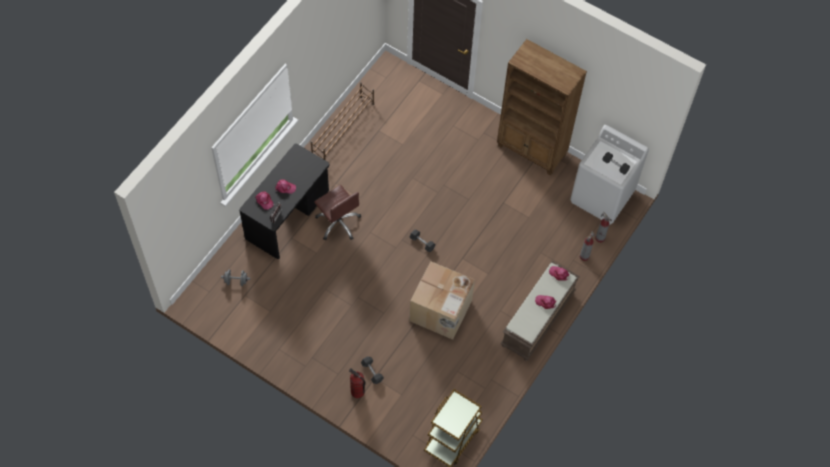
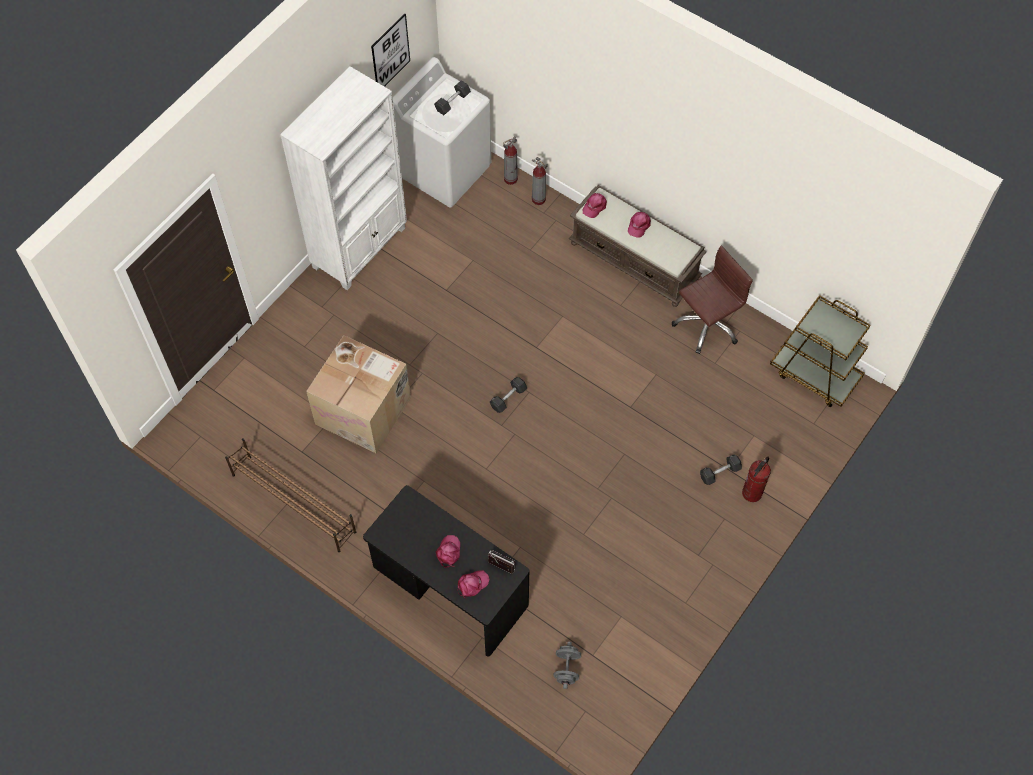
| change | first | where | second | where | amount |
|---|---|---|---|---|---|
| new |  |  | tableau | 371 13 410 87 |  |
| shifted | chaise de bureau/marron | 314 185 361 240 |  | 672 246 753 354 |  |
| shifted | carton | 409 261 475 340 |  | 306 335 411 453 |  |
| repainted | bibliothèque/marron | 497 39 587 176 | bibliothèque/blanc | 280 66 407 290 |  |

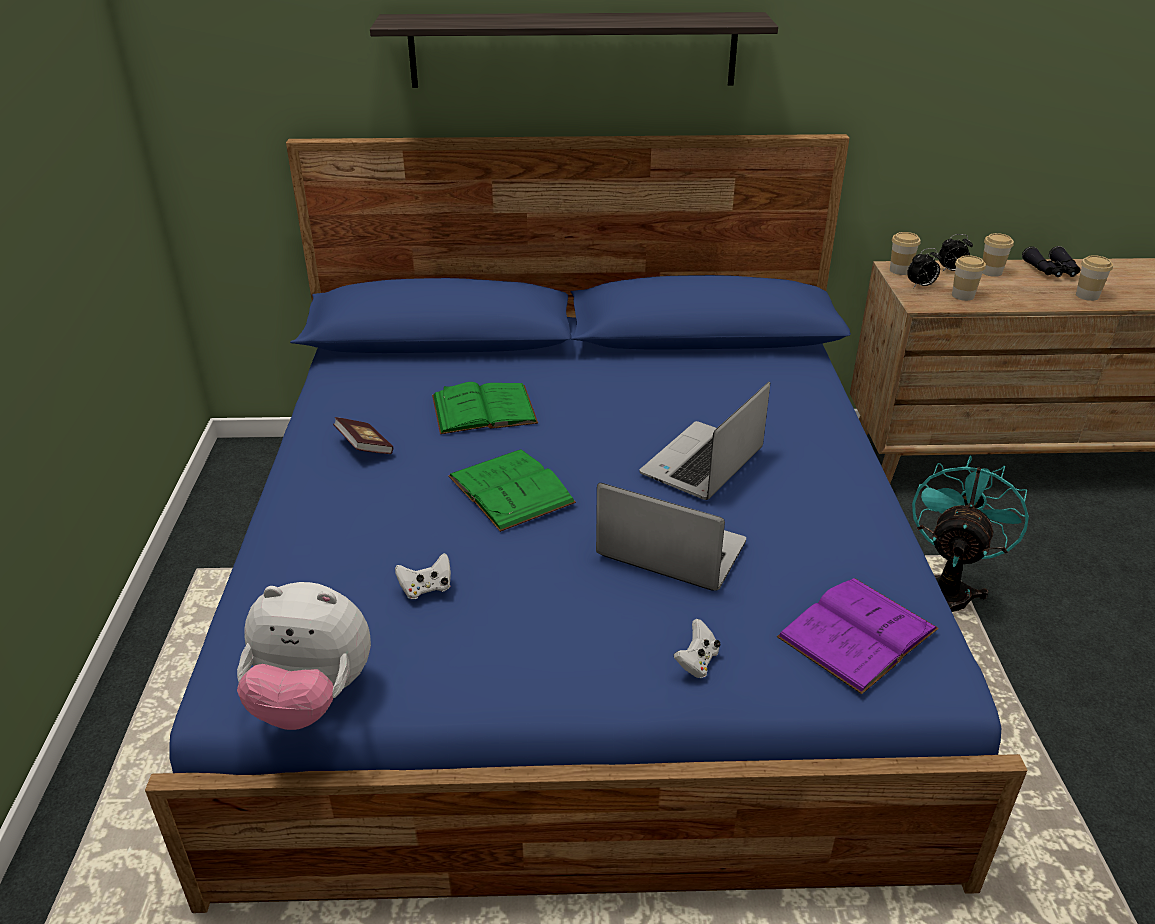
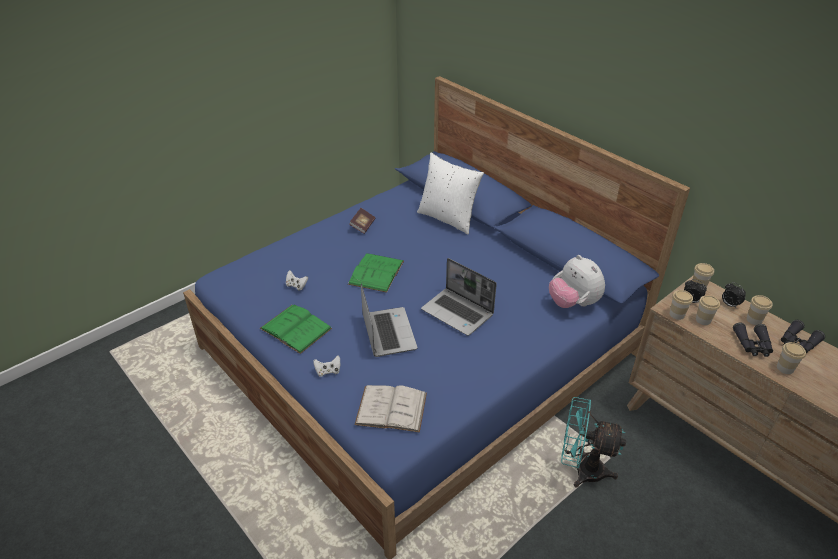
| change | first | where | second | where | amount |
|---|---|---|---|---|---|
| gone | étagère | 370 12 778 88 |  |  |  |
| new |  |  | coussin/blanc | 417 153 484 234 |  |
| new |  |  | tasse | 669 290 693 320 |  |
| new |  |  | jumelles/noir | 733 323 773 357 |  |
| shifted | peluche | 237 582 371 730 |  | 549 255 605 308 |  |
| shifted | livre/vert | 432 382 538 434 |  | 260 305 332 354 |  |
| repainted | livre/violet | 777 578 939 694 | livre/blanc | 354 385 427 433 |  |
| rotated | ordinateur portable | 640 382 770 500 |  | 421 258 497 336 | 135 degrees counterclockwise |
| rotated | ventilateur/turquoise | 912 456 1029 612 |  | 561 397 626 488 | 150 degrees counterclockwise |

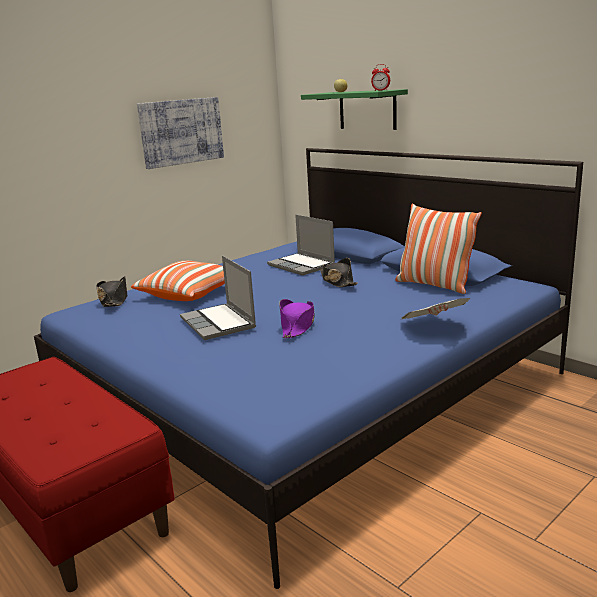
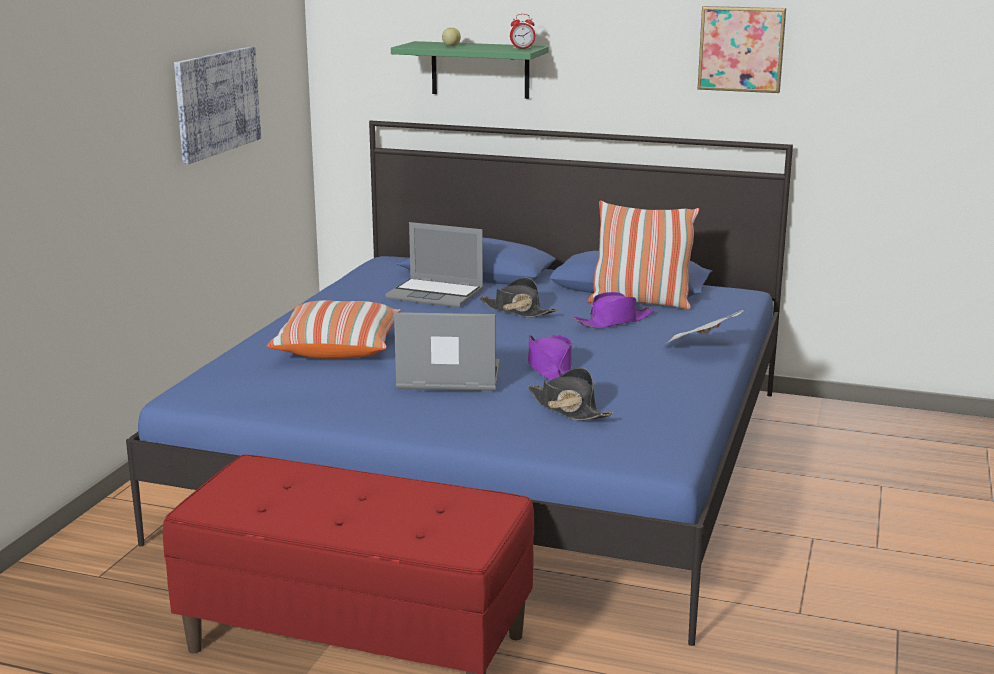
| change | first | where | second | where | amount |
|---|---|---|---|---|---|
| new |  |  | chapeau/violet | 574 292 654 328 |  |
| new |  |  | tableau | 698 6 786 93 |  |
| shifted | chapeau/noir | 96 276 127 307 |  | 528 368 613 421 |  |
| rotated | ordinateur portable | 180 255 256 340 |  | 394 312 500 391 | 150 degrees clockwise |

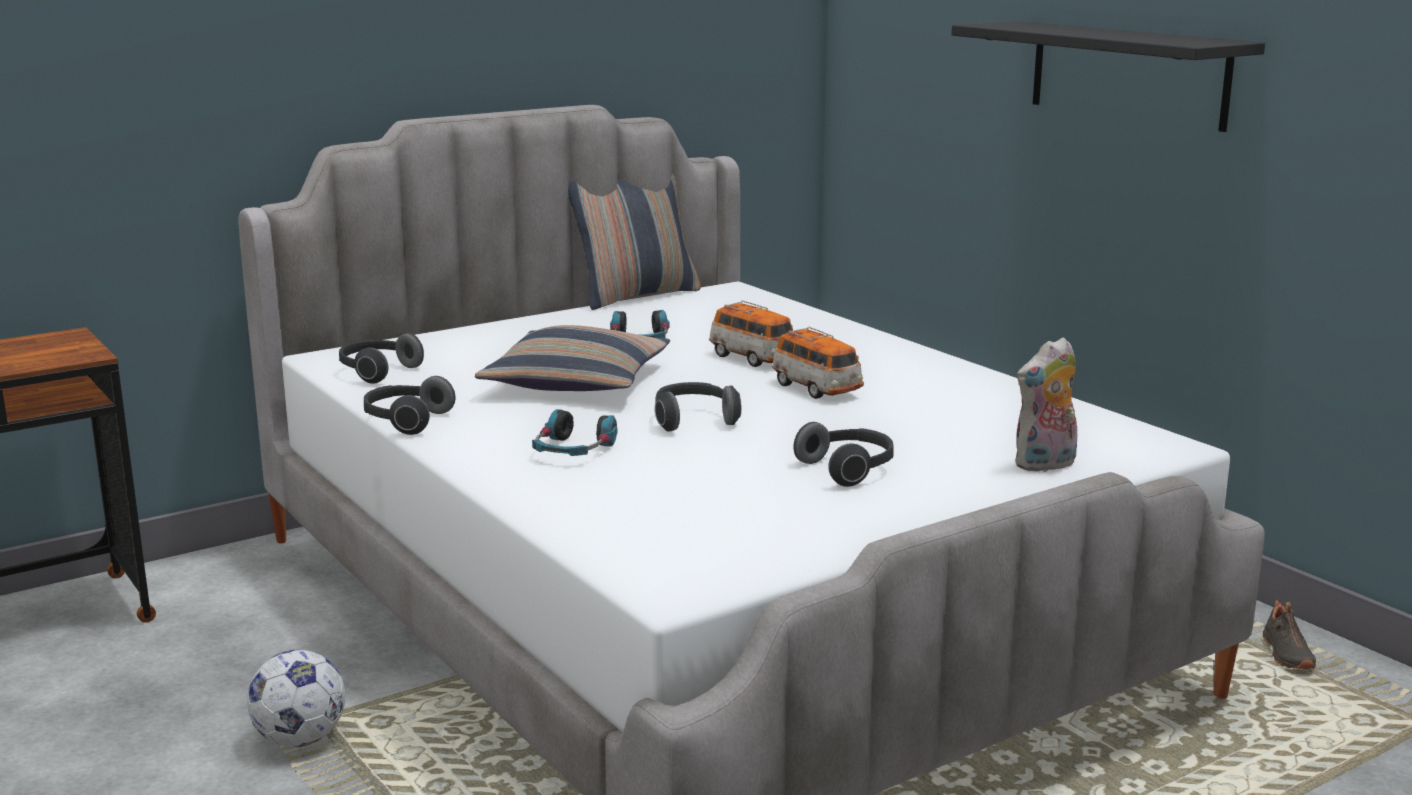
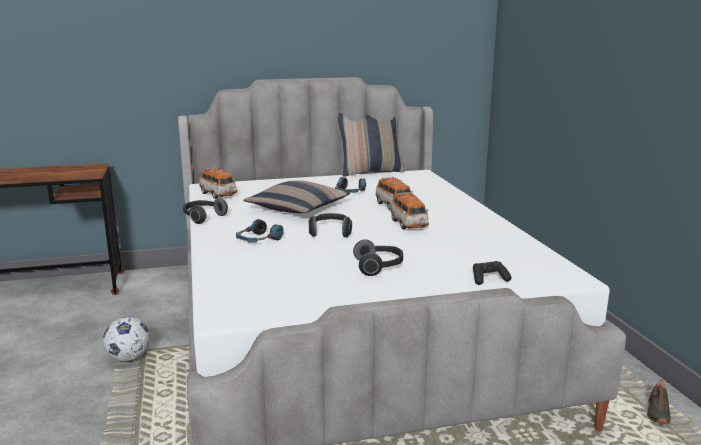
| change | first | where | second | where | amount |
|---|---|---|---|---|---|
| gone | étagère/noir | 951 21 1265 132 |  |  |  |
| swapped | casque audio | 339 333 424 384 | petite voiture | 199 167 237 199 |  |
| swapped | peluche | 1015 337 1077 472 | manette/noir | 473 261 512 285 |  |

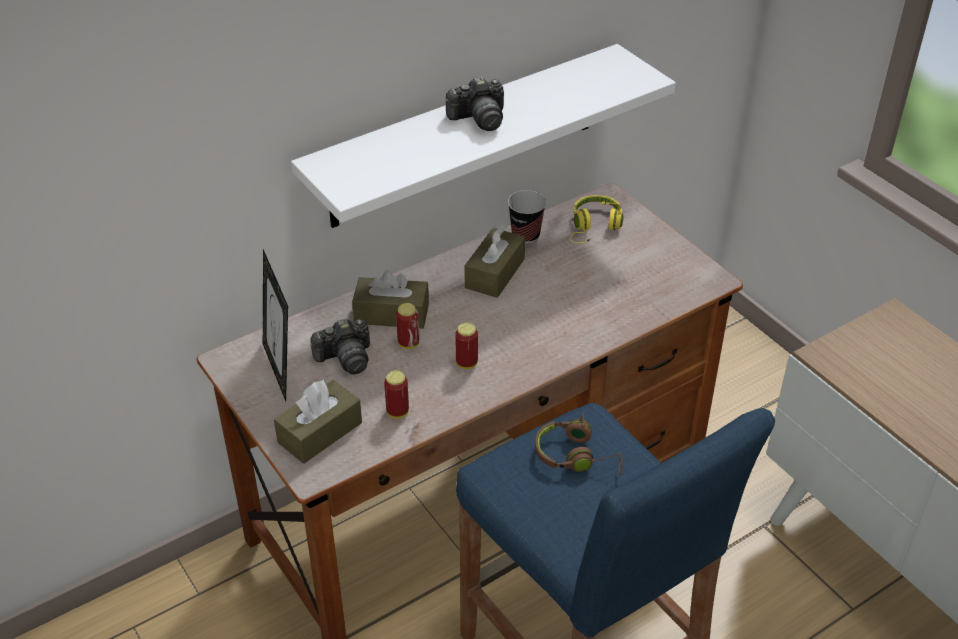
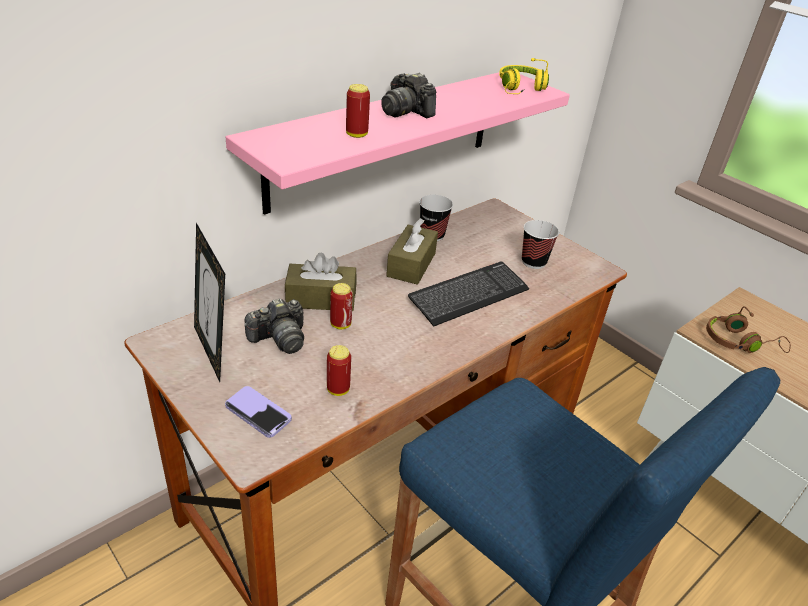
| change | first | where | second | where | amount |
|---|---|---|---|---|---|
| new |  |  | clavier | 408 262 529 327 |  |
| new |  |  | tasse | 522 220 559 269 |  |
| shifted | boîte métallique | 455 323 478 369 |  | 346 84 370 138 |  |
| shifted | casque audio/marron | 535 412 622 475 |  | 706 306 791 353 |  |
| shifted | casque audio/jaune | 570 195 623 243 |  | 499 58 549 94 |  |
| swapped | boîte à mouchoirs/marron | 274 379 362 464 | téléphone | 225 386 292 438 |  |
| repainted | étagère/blanc | 291 44 676 228 | étagère/rose | 226 72 570 215 |  |
| rotated | appareil photo | 445 77 504 131 |  | 381 72 436 118 | 75 degrees clockwise |

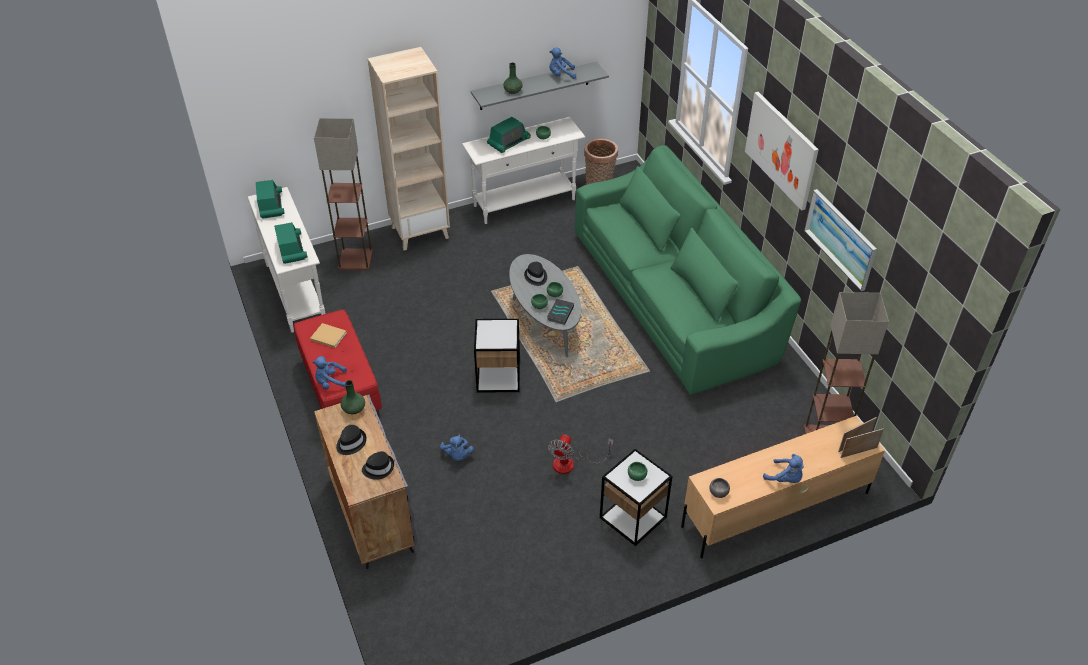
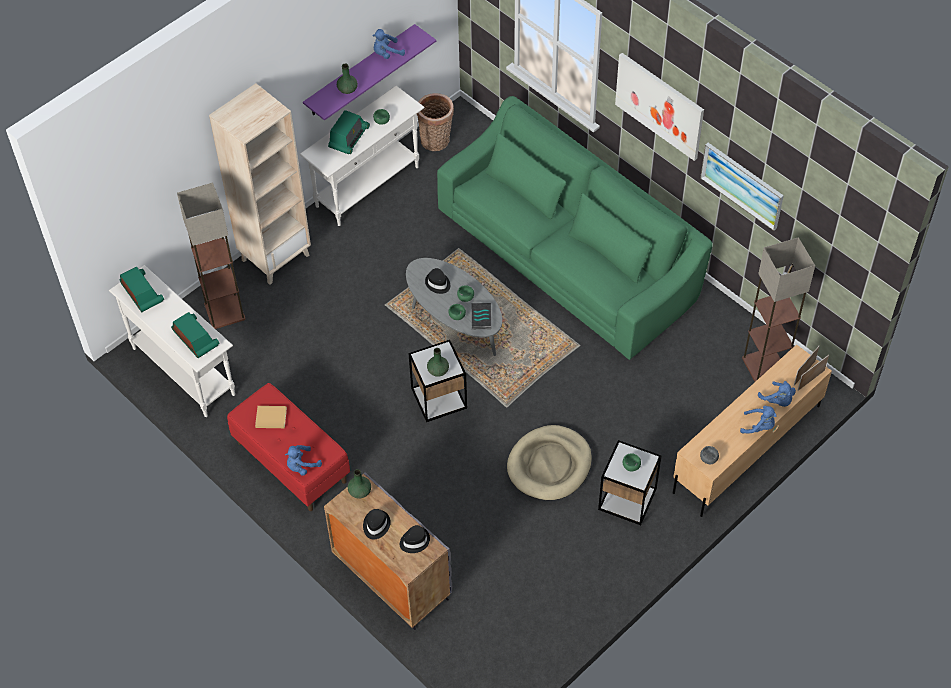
| change | first | where | second | where | amount |
|---|---|---|---|---|---|
| new |  |  | vase/vert | 427 348 449 377 |  |
| shifted | peluche/bleu | 440 435 474 461 |  | 758 381 796 407 |  |
| swapped | ventilateur | 548 434 614 474 | panier pour chien/beige | 507 425 592 500 |  |
| repainted | étagère/gris | 471 62 609 110 | étagère/violet | 303 24 436 121 |  |

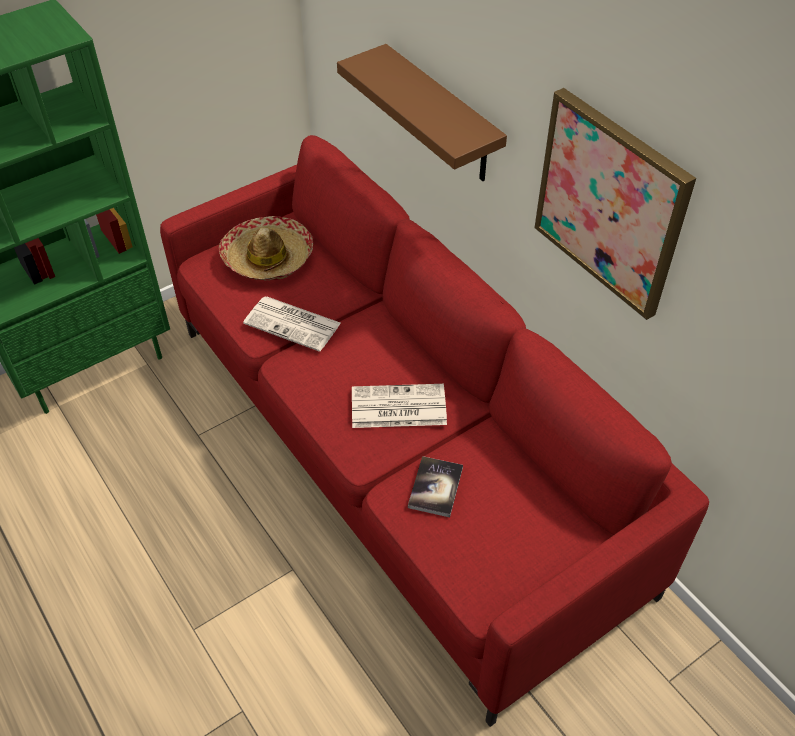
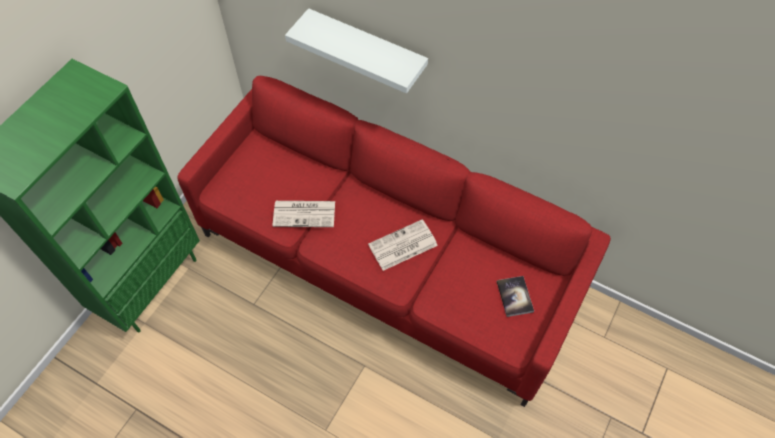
| change | first | where | second | where | amount |
|---|---|---|---|---|---|
| gone | chapeau | 219 216 313 280 |  |  |  |
| gone | tableau | 534 88 696 320 |  |  |  |
| shifted | livre | 408 456 463 517 |  | 497 276 534 317 |  |
| repainted | étagère/marron | 337 44 507 181 | étagère/blanc | 285 8 428 94 |  |

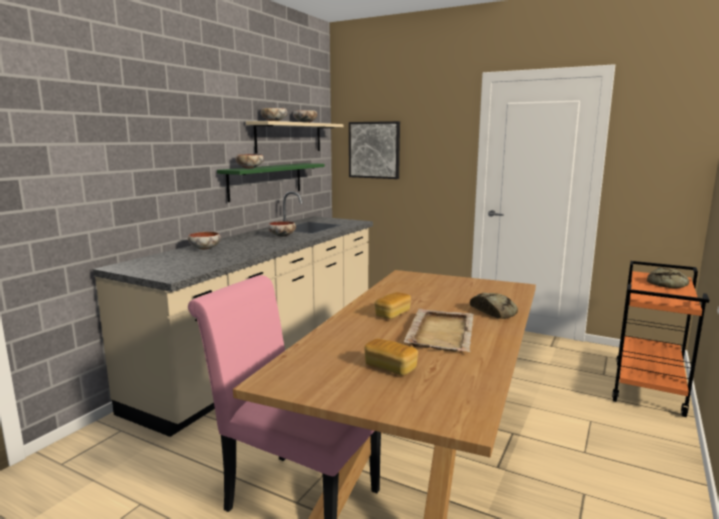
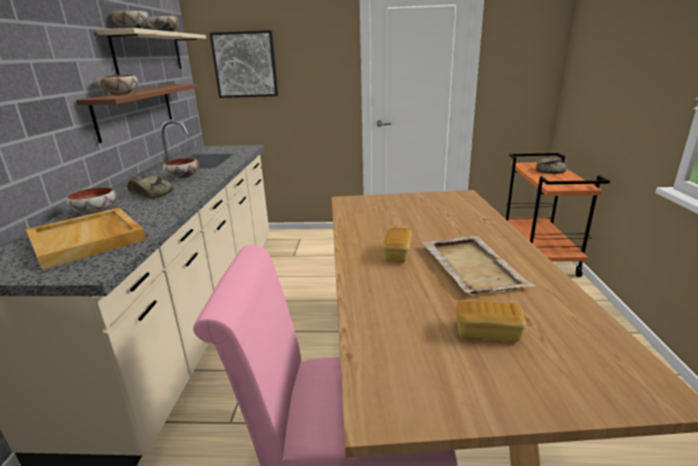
| change | first | where | second | where | amount |
|---|---|---|---|---|---|
| new |  |  | plateau/beige | 26 208 146 269 |  |
| shifted | pain | 470 293 518 319 |  | 127 176 173 198 |  |
| repainted | étagère/vert | 217 163 325 202 | étagère/marron | 76 84 198 143 |  |

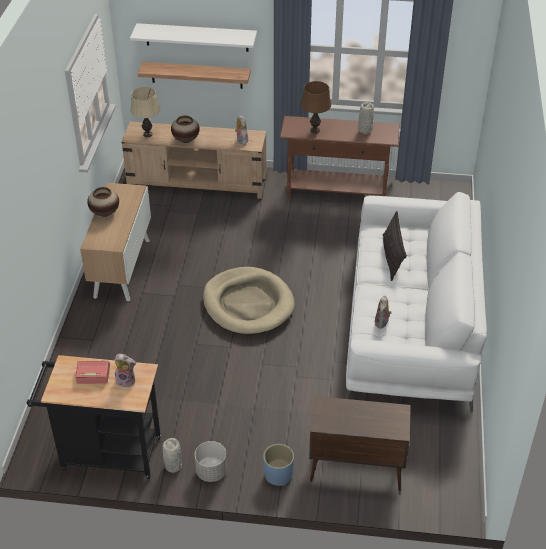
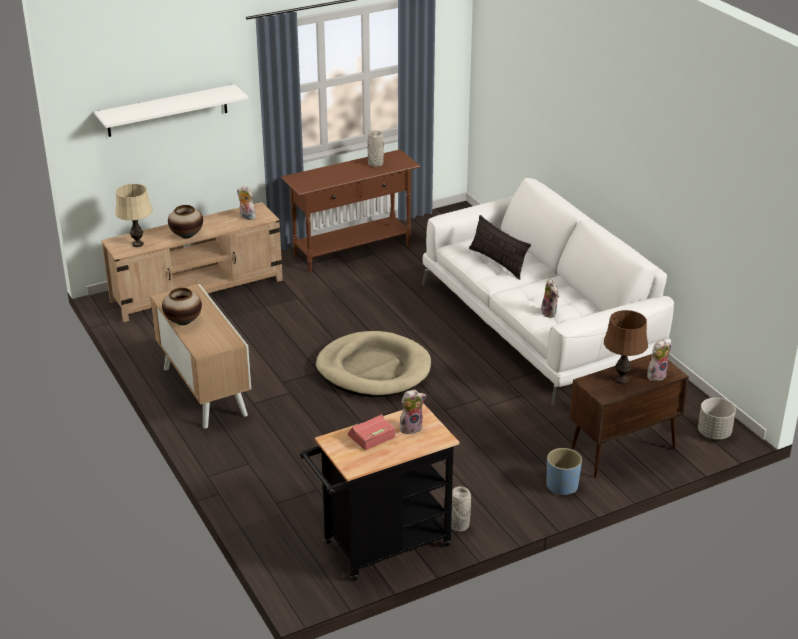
| change | first | where | second | where | amount |
|---|---|---|---|---|---|
| gone | étagère | 138 62 251 89 |  |  |  |
| new |  |  | peluche | 647 340 671 381 |  |
| shifted | cache-pot/gris | 195 441 227 482 |  | 698 398 736 440 |  |
| shifted | lampe de table/marron | 301 81 331 133 |  | 604 310 648 384 |  |

